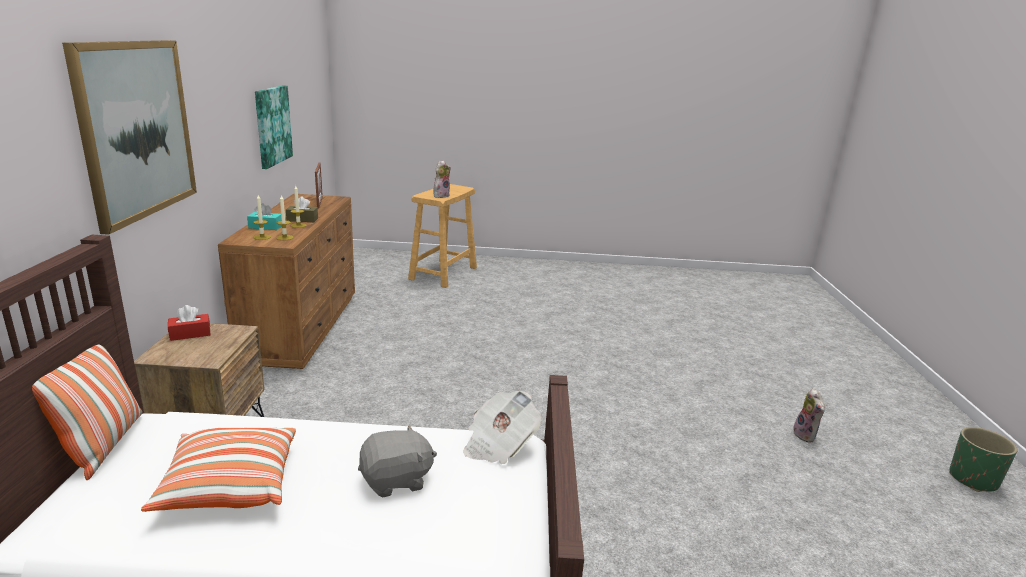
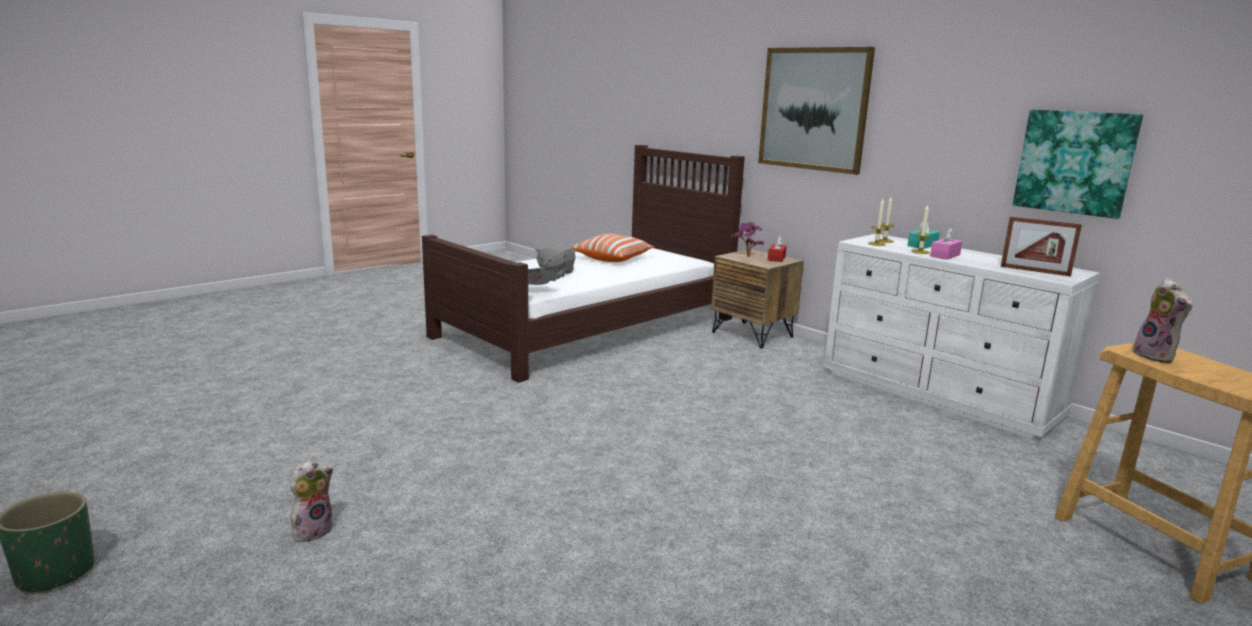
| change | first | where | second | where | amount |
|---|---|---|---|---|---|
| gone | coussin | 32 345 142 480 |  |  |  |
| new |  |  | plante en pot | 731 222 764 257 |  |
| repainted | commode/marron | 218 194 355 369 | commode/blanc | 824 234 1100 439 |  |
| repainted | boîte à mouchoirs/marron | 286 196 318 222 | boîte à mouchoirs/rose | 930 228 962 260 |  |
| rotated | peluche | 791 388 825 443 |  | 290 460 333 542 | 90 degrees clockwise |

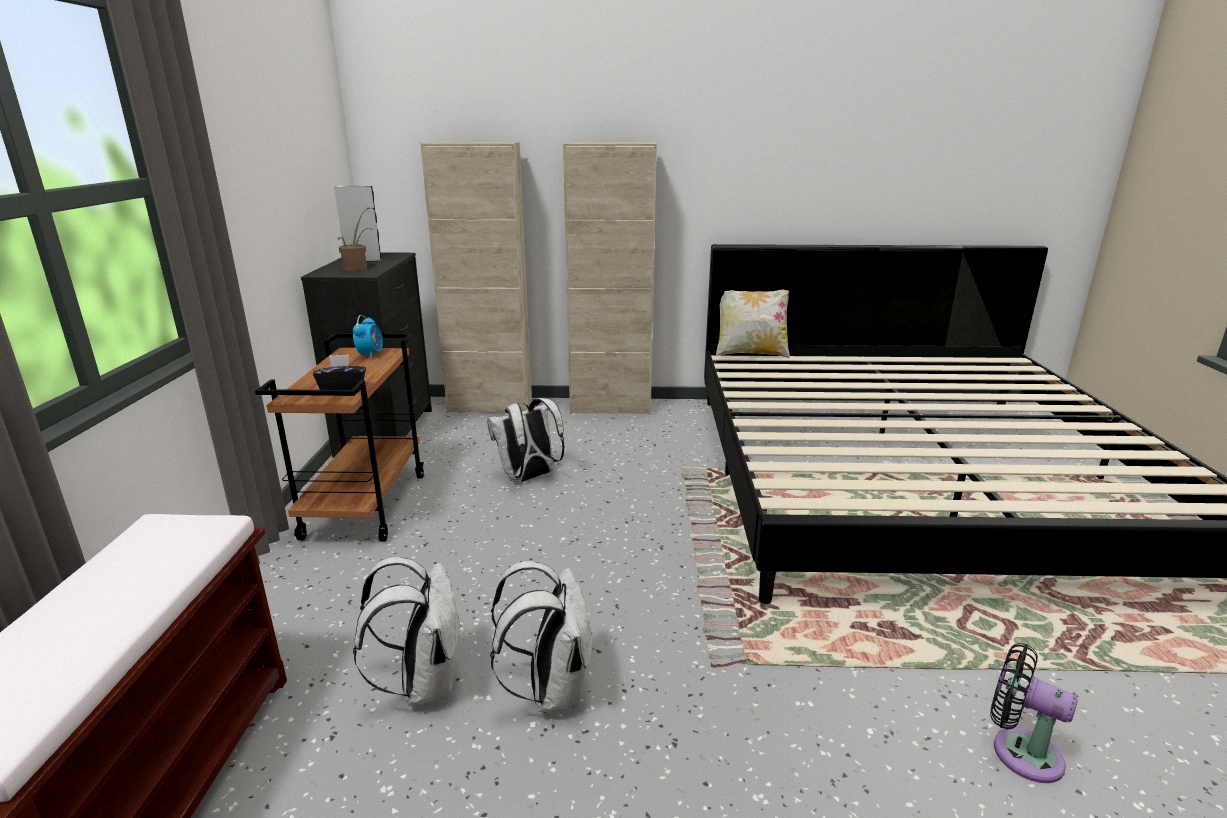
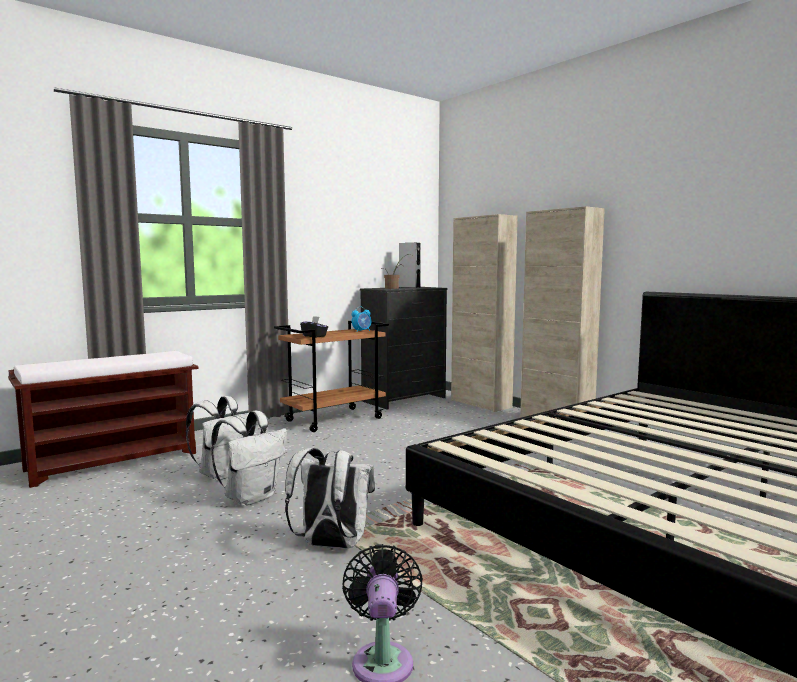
| change | first | where | second | where | amount |
|---|---|---|---|---|---|
| gone | coussin | 716 289 790 358 |  |  |  |
| shifted | sac à dos/blanc | 487 398 565 482 |  | 285 448 375 549 |  |

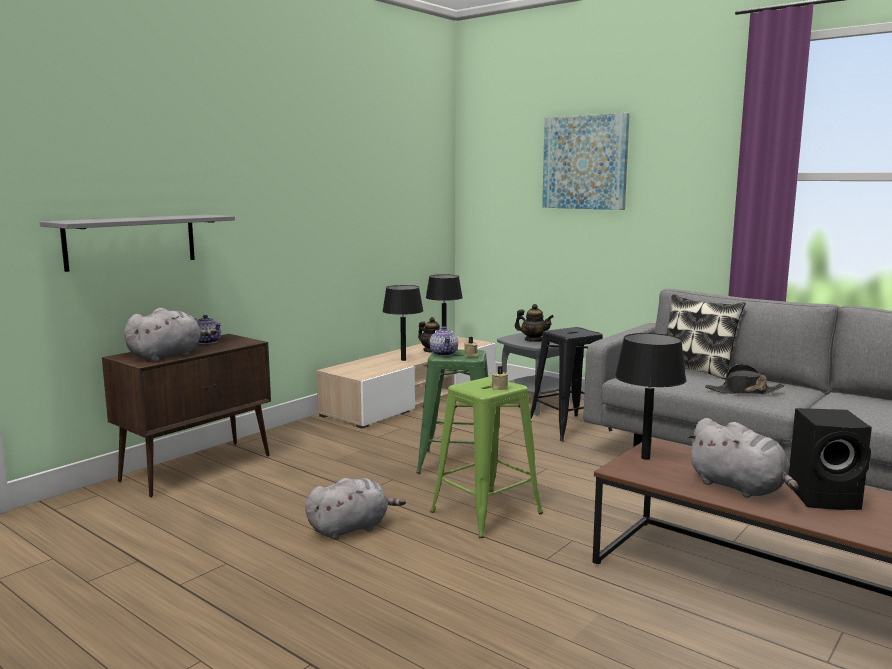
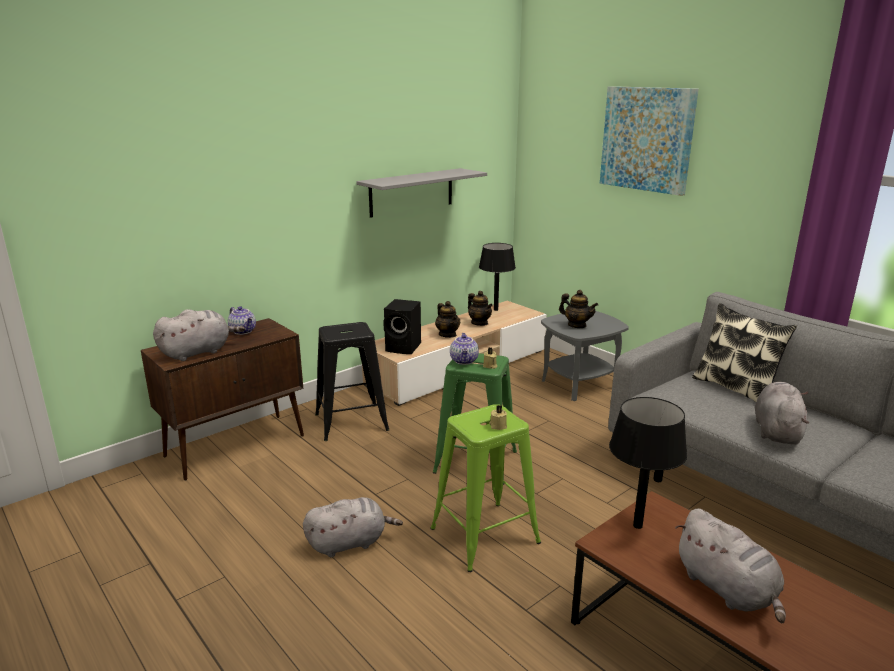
| change | first | where | second | where | amount |
|---|---|---|---|---|---|
| shifted | étagère/gris | 40 215 235 272 |  | 356 168 487 218 |  |
| shifted | tabouret/noir | 530 327 612 441 |  | 315 322 389 441 |  |
| shifted | enceinte/noir | 789 408 872 510 |  | 383 299 421 354 |  |
| swapped | lampe de table/noir | 382 285 423 361 | théière | 435 301 460 338 |  |
| swapped | chapeau/noir | 705 364 785 395 | peluche/gris | 755 382 809 445 |  |

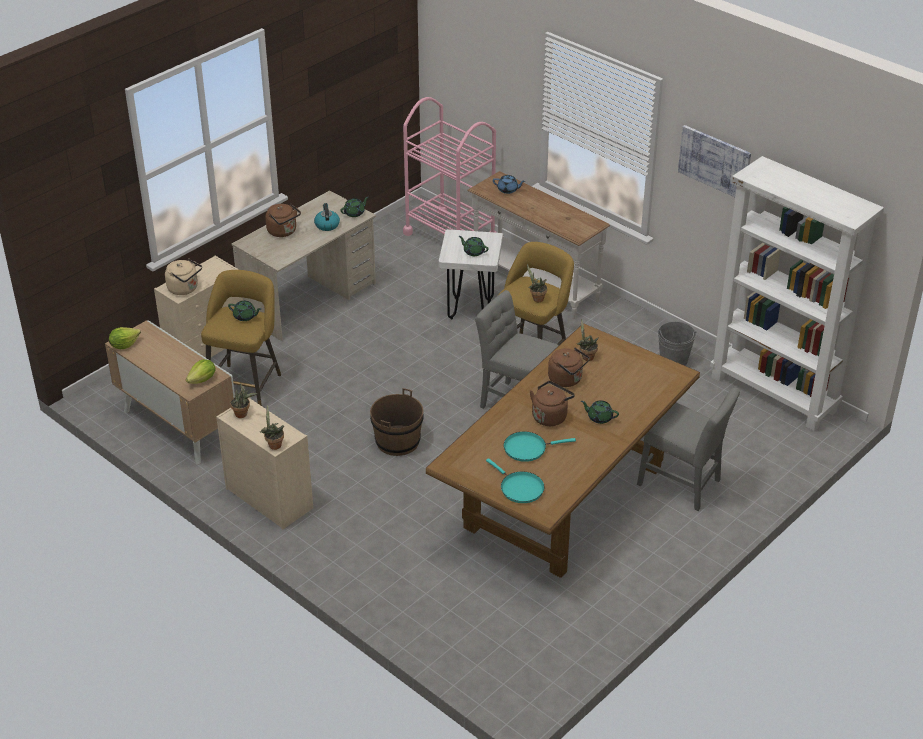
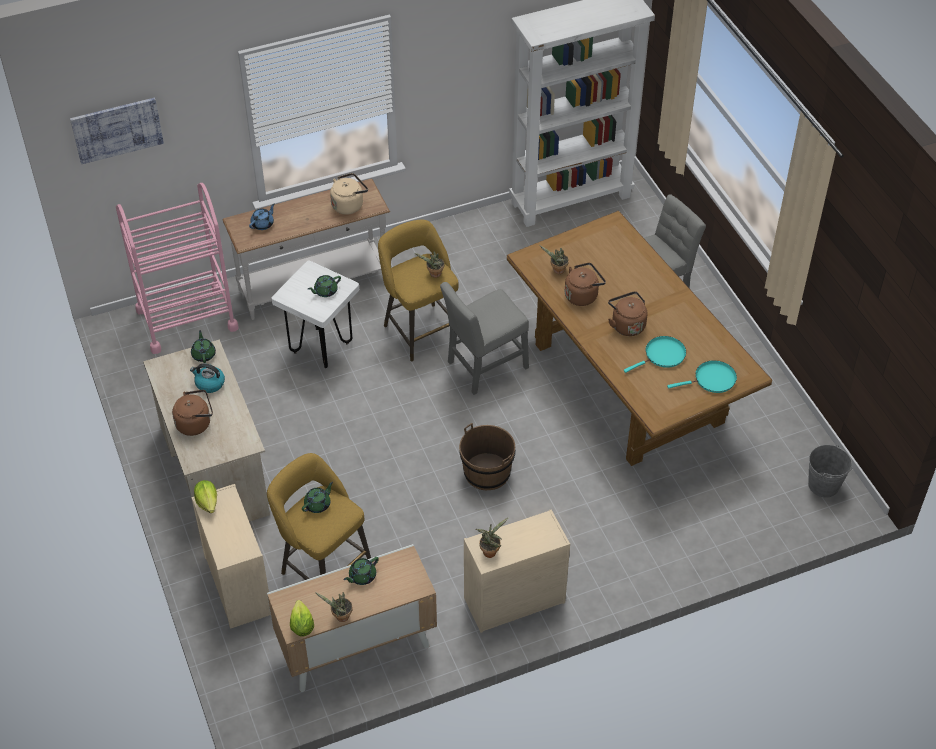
| change | first | where | second | where | amount |
|---|---|---|---|---|---|
| shifted | bouilloire/beige | 165 258 202 295 |  | 330 173 368 215 |  |
| shifted | laitue | 186 359 216 384 |  | 194 480 217 513 |  |
| shifted | plante en pot | 260 404 284 450 |  | 315 592 353 622 |  |
| shifted | théière/vert | 581 400 619 424 |  | 344 557 379 585 |  |
| shifted | seau/gris | 658 322 697 366 |  | 808 445 852 497 |  |
| shifted | tableau | 678 125 751 197 |  | 70 98 164 164 |  |
| rotated | poêle/turquoise | 504 432 576 462 |  | 624 336 686 373 | 135 degrees counterclockwise |

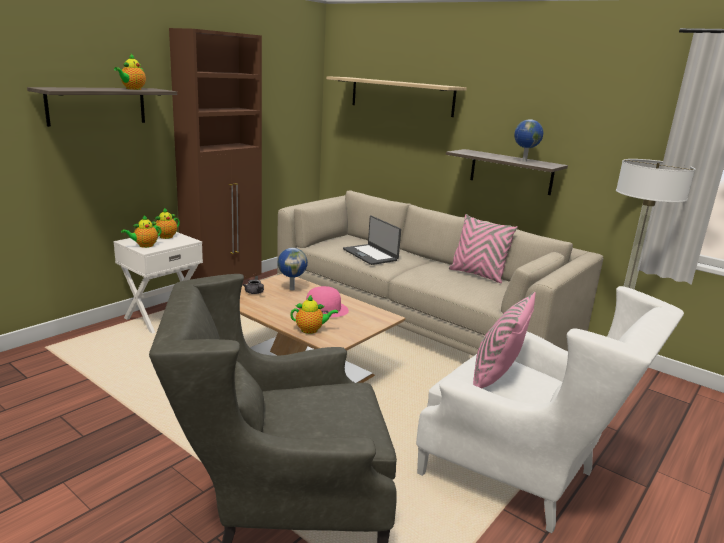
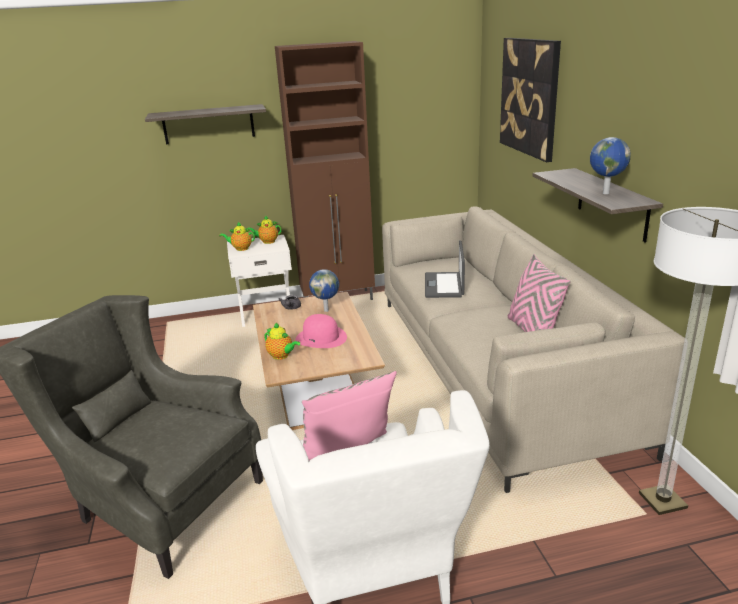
| change | first | where | second | where | amount |
|---|---|---|---|---|---|
| gone | théière | 114 54 146 90 |  |  |  |
| swapped | étagère | 327 76 467 117 | tableau | 500 38 561 162 |  |

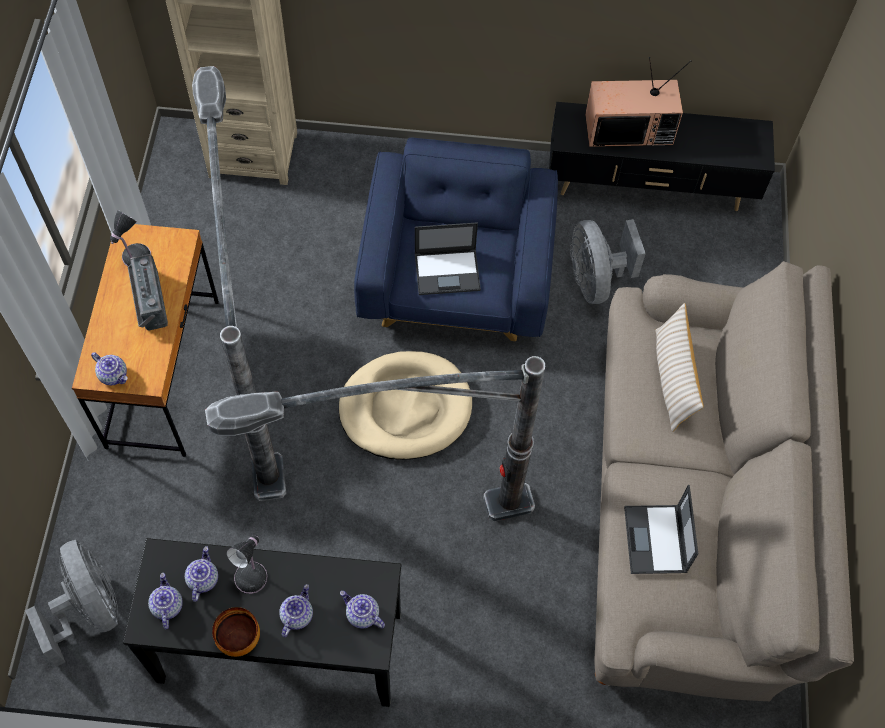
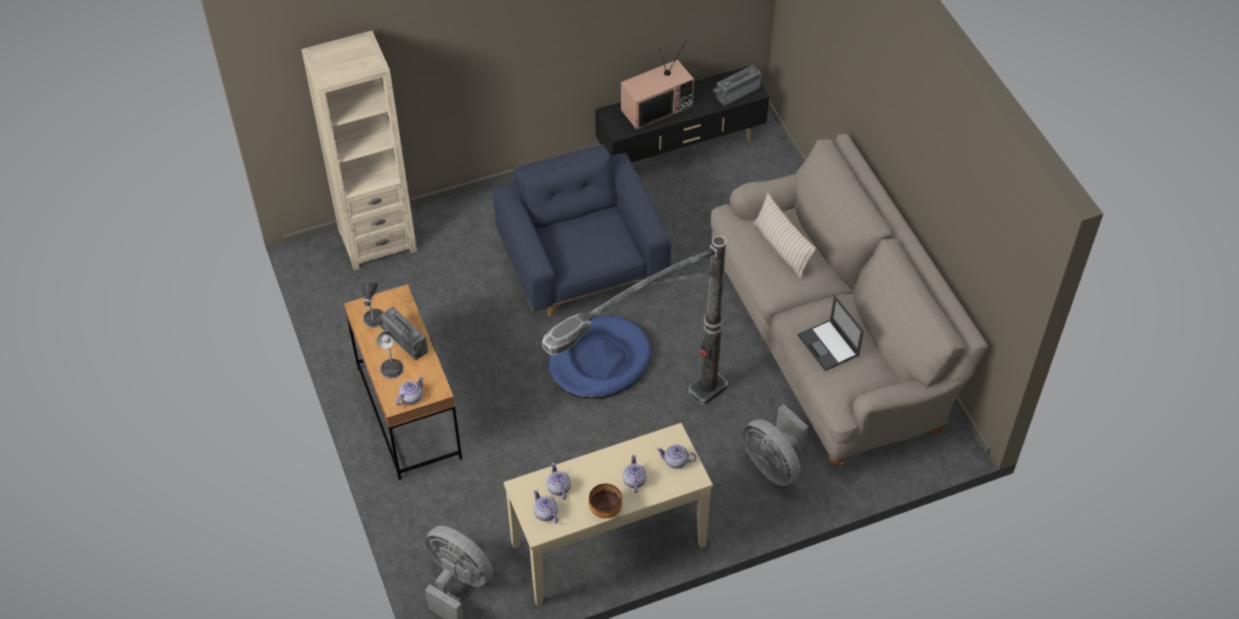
| change | first | where | second | where | amount |
|---|---|---|---|---|---|
| gone | lampadaire | 192 66 286 501 |  |  |  |
| gone | ordinateur portable | 415 222 481 295 |  |  |  |
| new |  |  | radio | 713 65 761 106 |  |
| shifted | lampe de table | 227 536 267 594 |  | 377 329 404 379 |  |
| shifted | ventilateur/gris | 570 219 646 304 |  | 742 404 809 486 |  |
| repainted | table console/noir | 123 538 401 707 | table console/beige | 504 423 713 606 |  |
| repainted | panier pour chien/beige | 339 351 472 460 | panier pour chien/bleu | 549 315 651 398 |  |
| rotated | théière | 91 352 128 385 |  | 396 376 424 405 | 60 degrees counterclockwise |

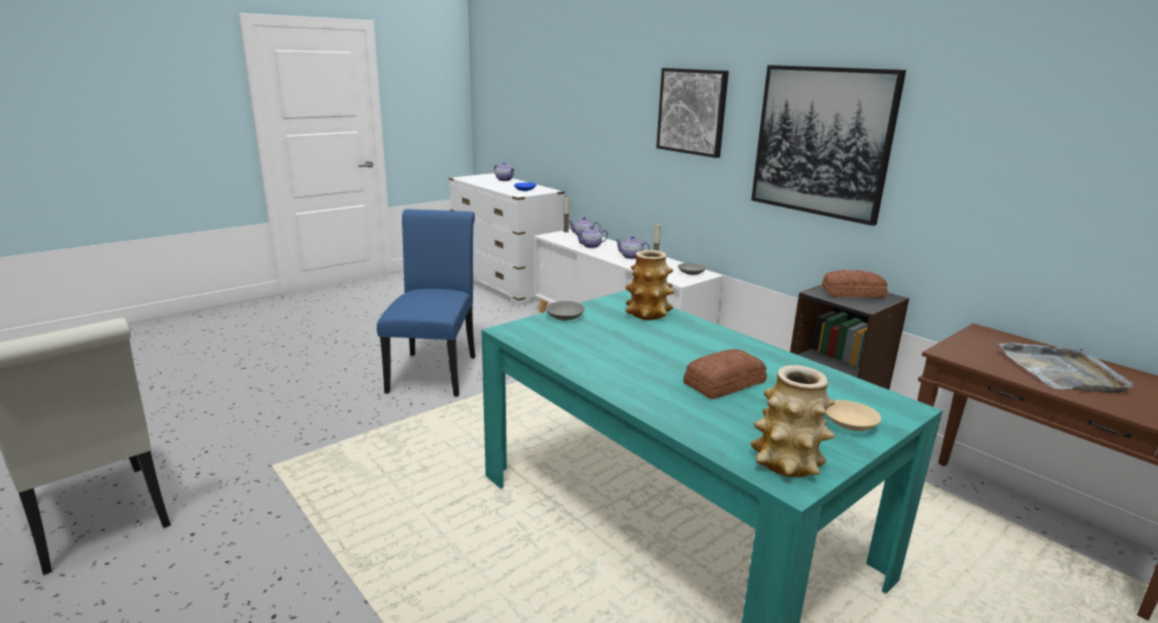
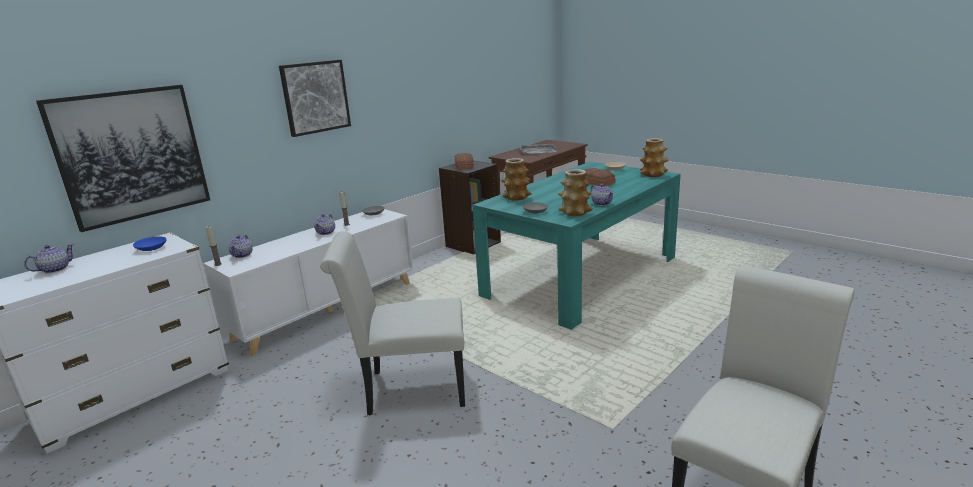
| change | first | where | second | where | amount |
|---|---|---|---|---|---|
| new |  |  | vase | 559 169 593 216 |  |
| shifted | théière | 575 226 608 248 |  | 591 184 614 206 |  |
| shifted | tableau | 751 65 906 226 |  | 36 85 210 232 |  |
| repainted | chaise/bleu | 377 209 475 397 | chaise/blanc | 320 231 465 415 |  |

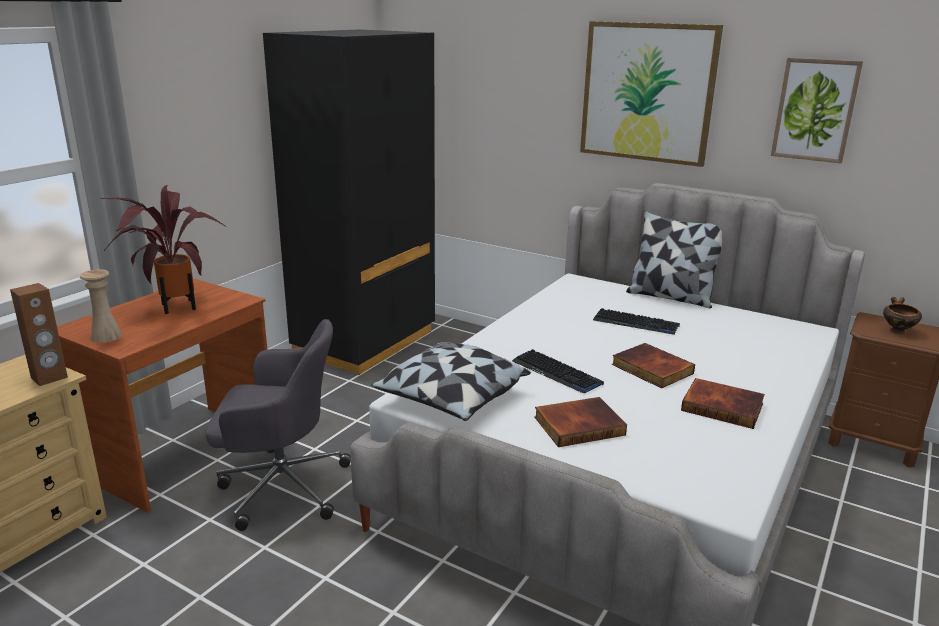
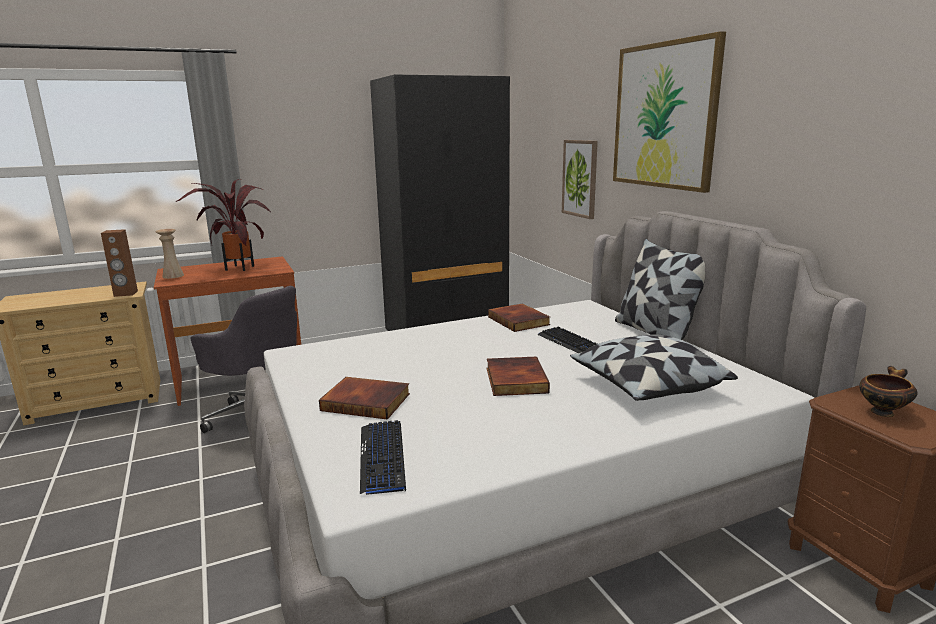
| change | first | where | second | where | amount |
|---|---|---|---|---|---|
| shifted | coussin | 372 342 531 421 |  | 570 334 738 401 |  |
| shifted | clavier | 512 349 604 394 |  | 360 420 406 495 |  |
| shifted | livre | 681 378 765 429 |  | 488 303 550 332 |  |
| shifted | tableau | 771 58 863 163 |  | 562 140 598 219 |  |

